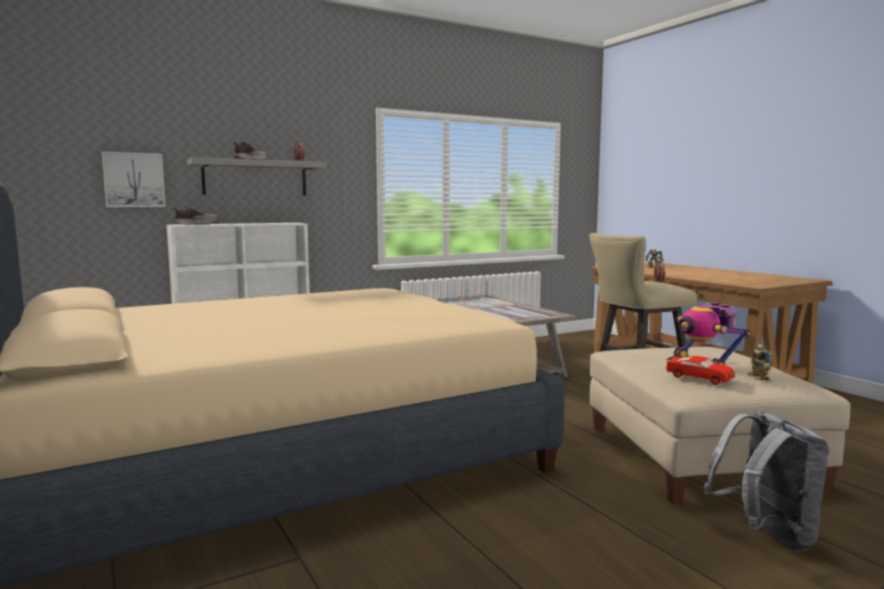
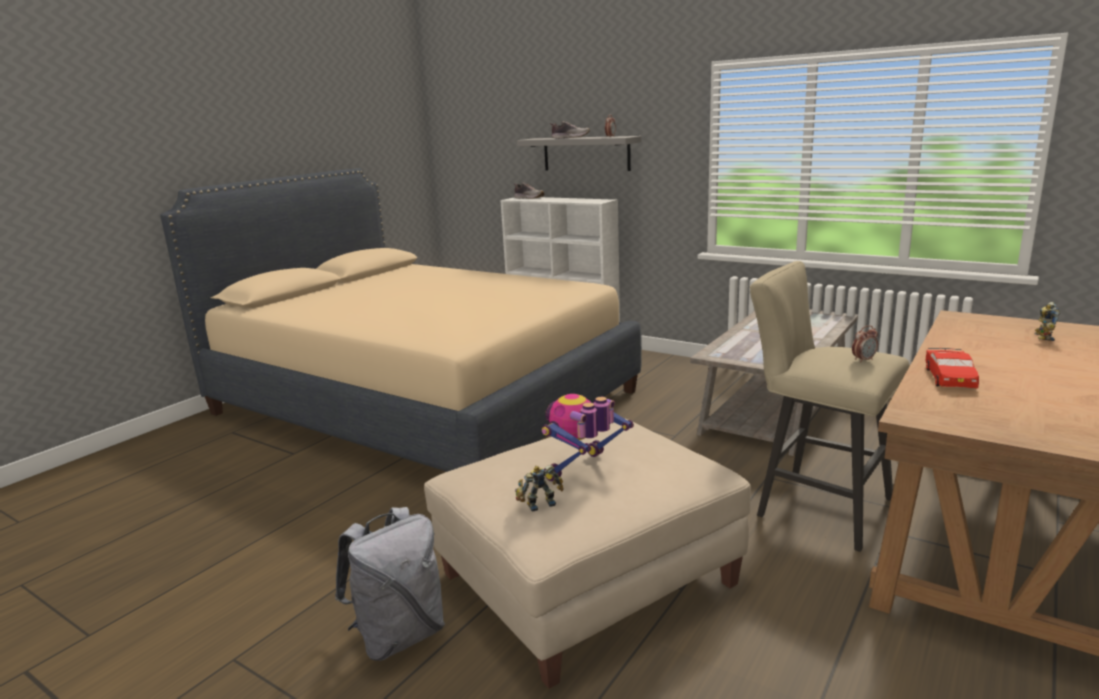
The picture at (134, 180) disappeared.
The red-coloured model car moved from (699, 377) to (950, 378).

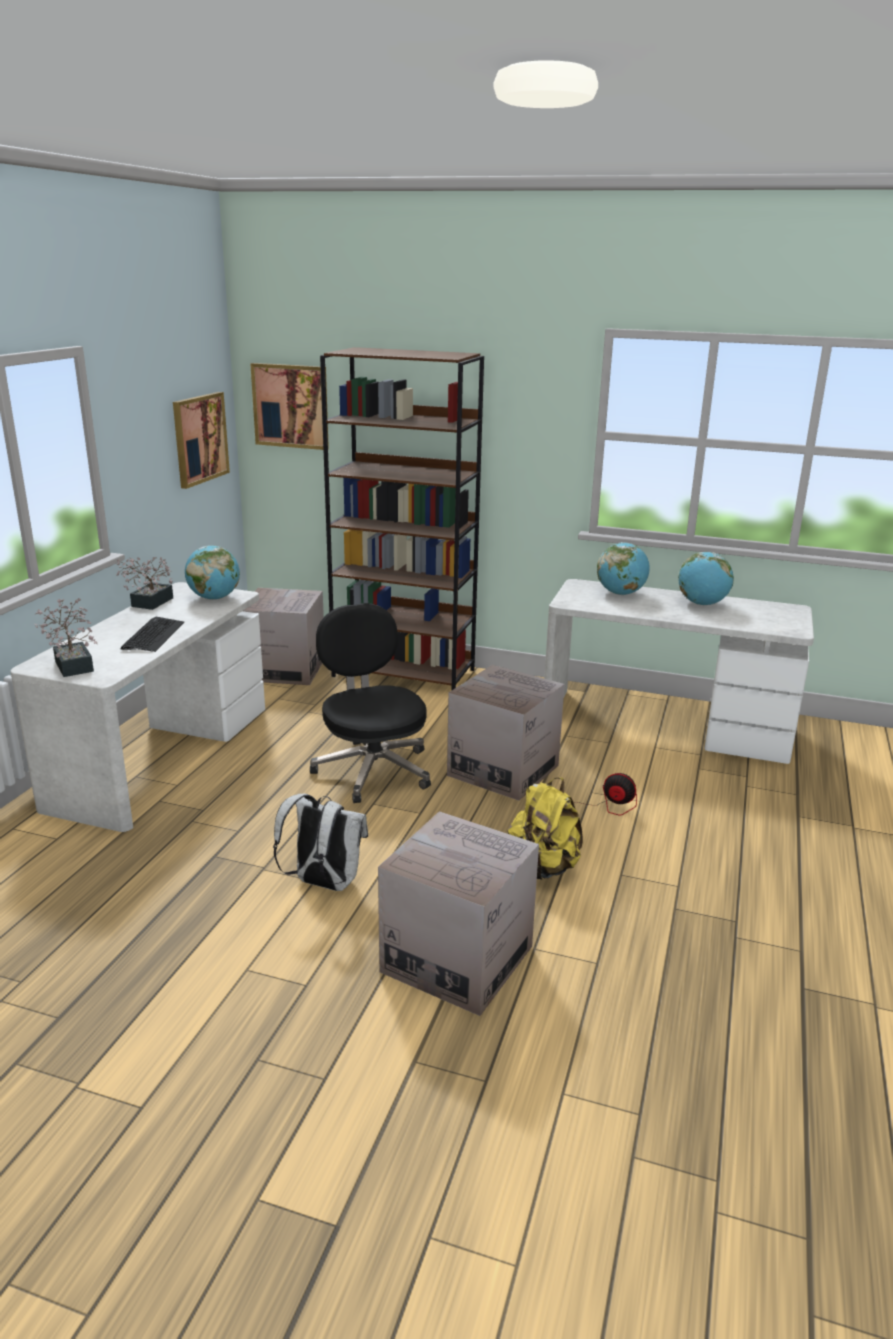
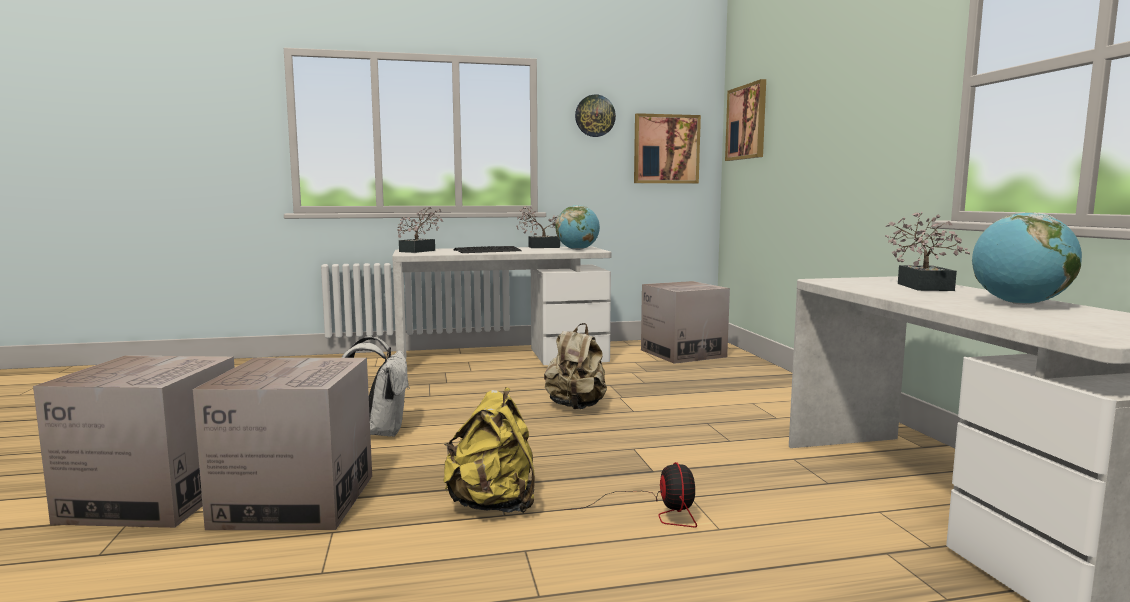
The black desk chair at (373, 769) was replaced by the beige backpack at (576, 407).
The brownish bookshelf at (404, 673) disappeared.
The packing box moved from (503, 770) to (154, 497).
The desk globe at (621, 593) was replaced by the plant in a pot at (922, 286).
The hanging clock at (595, 116) appeared.

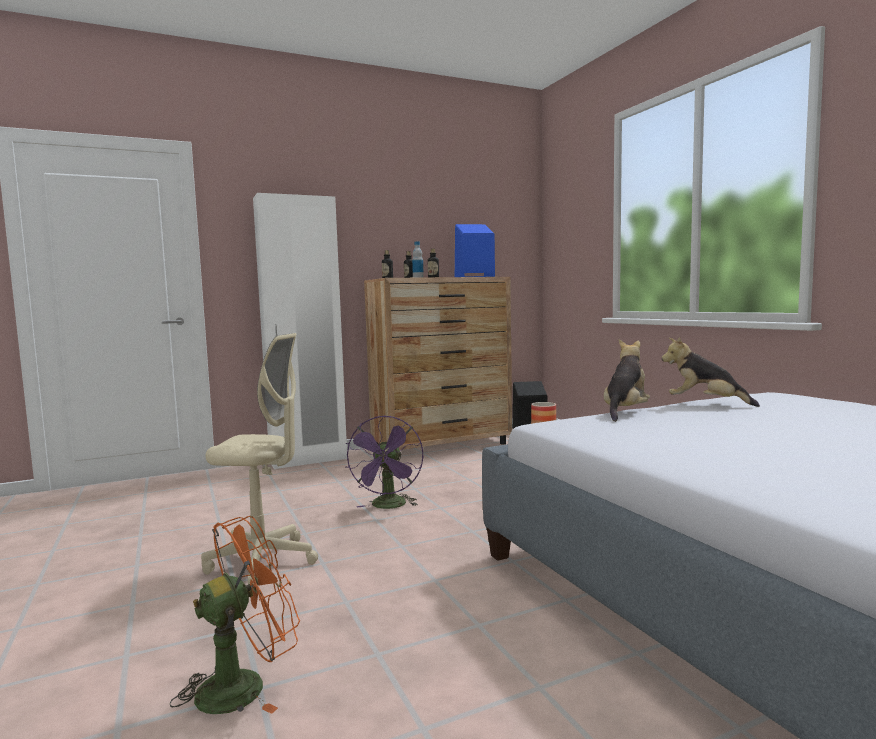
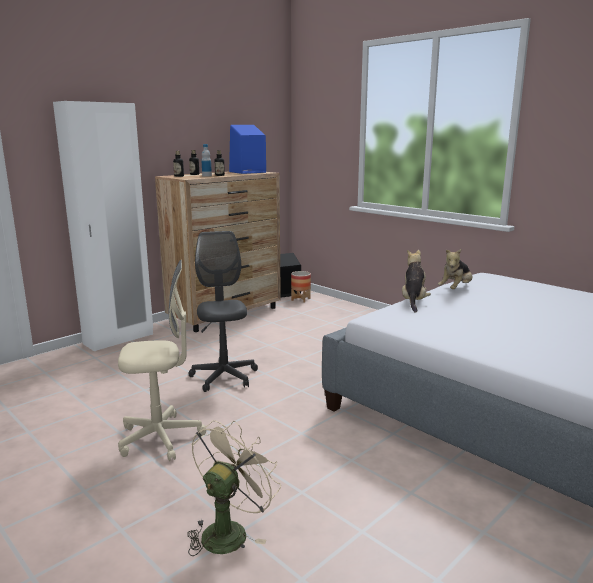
The orangey electric fan at (244, 685) became the beige electric fan at (229, 530).
The purple-coloured electric fan at (388, 506) was replaced by the greyish desk chair at (224, 377).
The cuddly toy at (705, 403) turned 60 degrees counterclockwise.

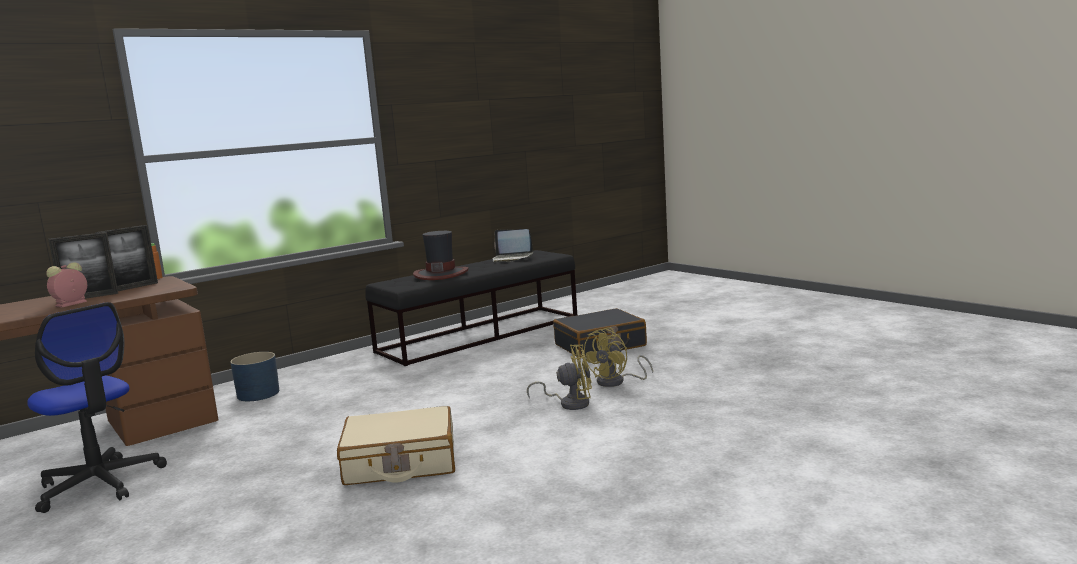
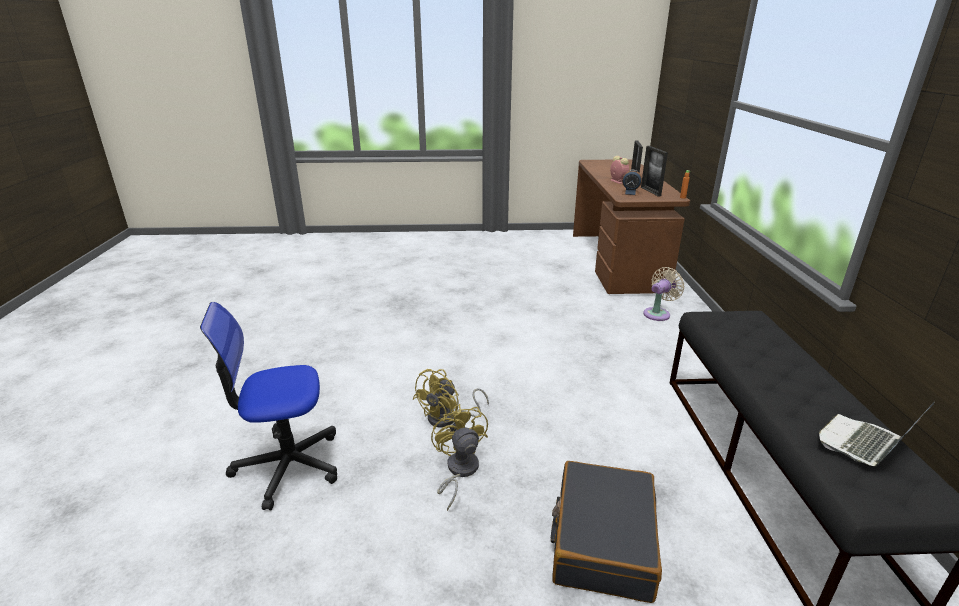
The desk chair moved from (100, 484) to (288, 465).
The blue planter at (258, 394) was replaced by the beige electric fan at (658, 313).
The beige piece of luggage at (400, 463) disappeared.
The wearable hat at (441, 274) disappeared.
The bedside clock at (630, 193) appeared.

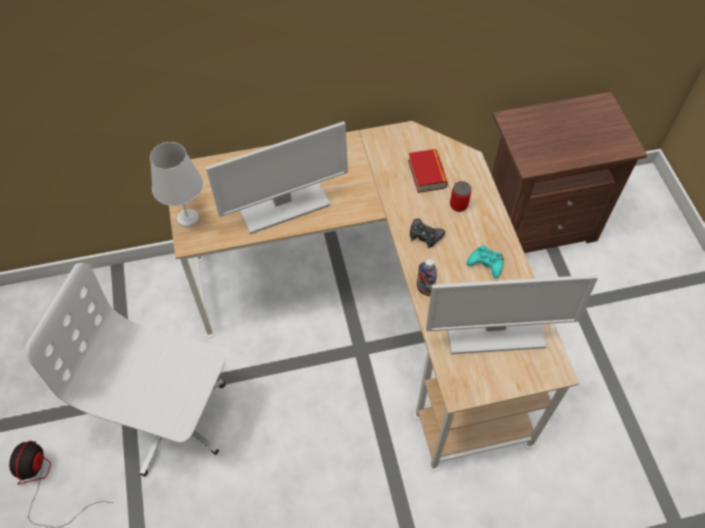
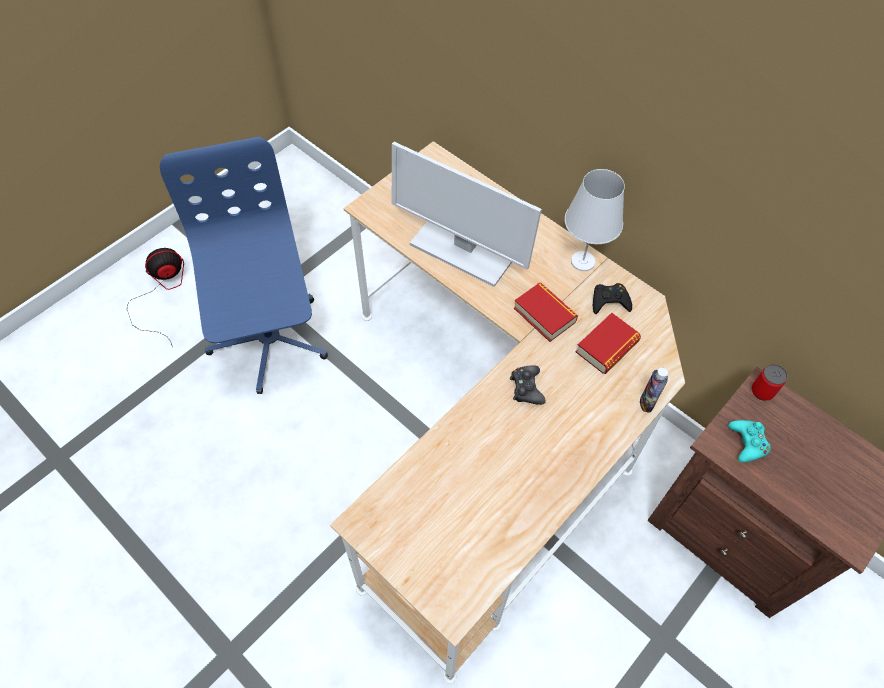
The whitish desk chair at (171, 419) became the blue desk chair at (269, 340).
The whitish table lamp moved from (187, 218) to (583, 261).
The beverage bottle moved from (425, 289) to (647, 402).
The computer screen at (493, 331) disappeared.
The can moved from (458, 205) to (762, 391).
The turquoise game controller moved from (486, 263) to (747, 443).
The bound book at (544, 315) appeared.
The black game controller at (609, 301) appeared.

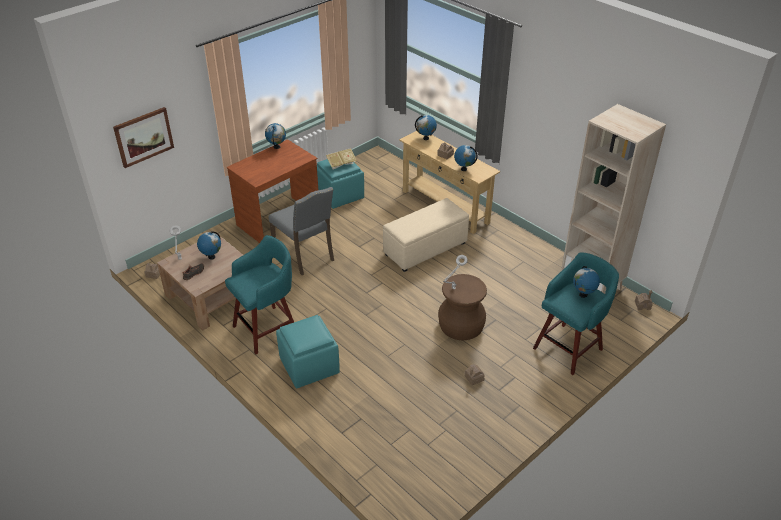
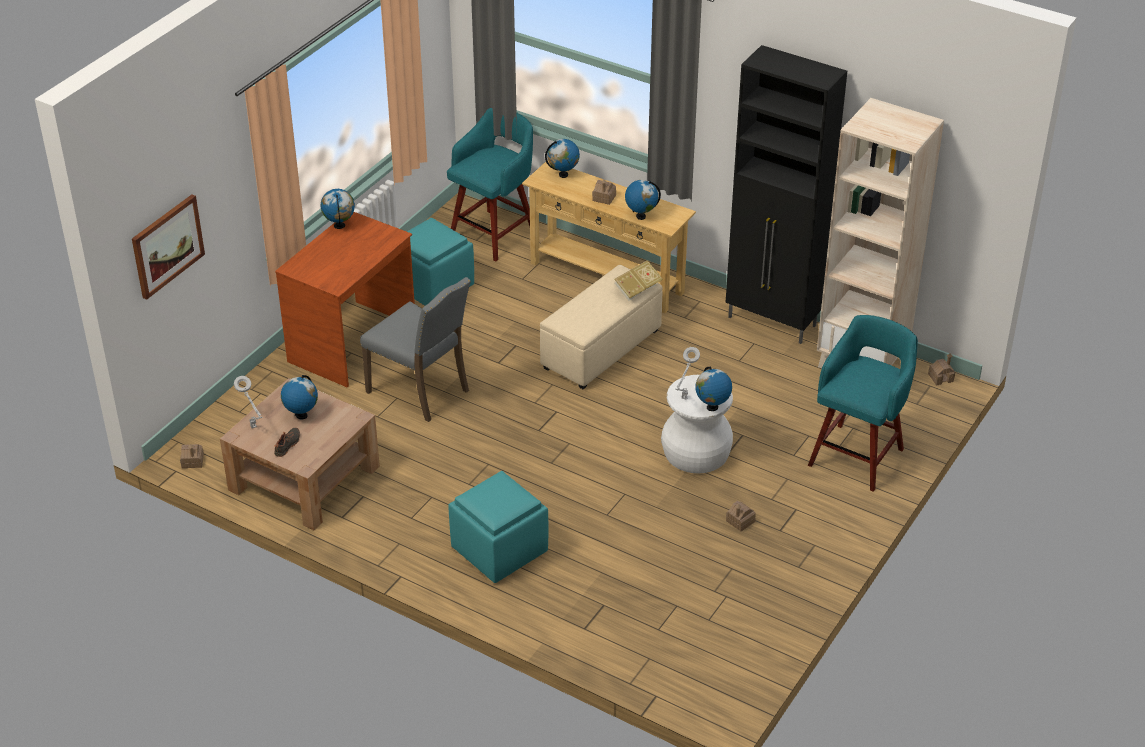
The turquoise sitting stool moved from (267, 329) to (494, 234).
The bound book moved from (341, 164) to (637, 289).
The brownish sitting stool at (461, 326) became the whitish sitting stool at (696, 453).
The desk globe moved from (583, 295) to (712, 407).
The black storage cabinet at (772, 322) appeared.

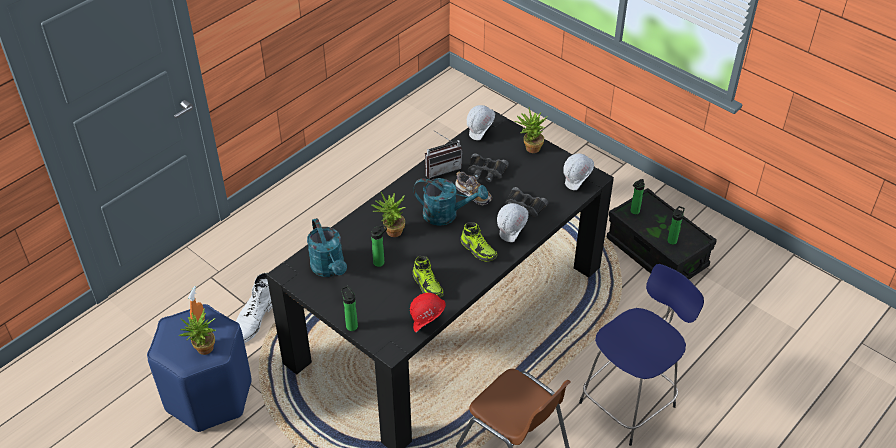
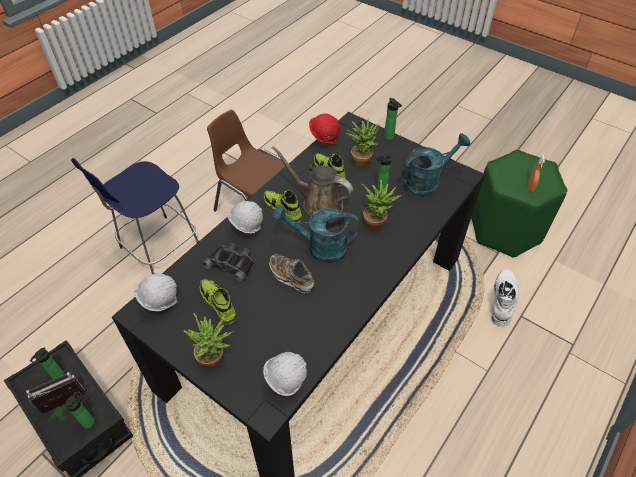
The blue sitting stool at (209, 395) became the green-coloured sitting stool at (505, 230).
The plant in a pot moved from (203, 351) to (362, 160).
The turquoise watering pot at (330, 269) turned 90 degrees clockwise.
The radio set moved from (442, 168) to (63, 405).
The black field glasses at (486, 171) disappeared.
The item of footwear at (218, 304) appeared.
The brownish watering pot at (318, 203) appeared.

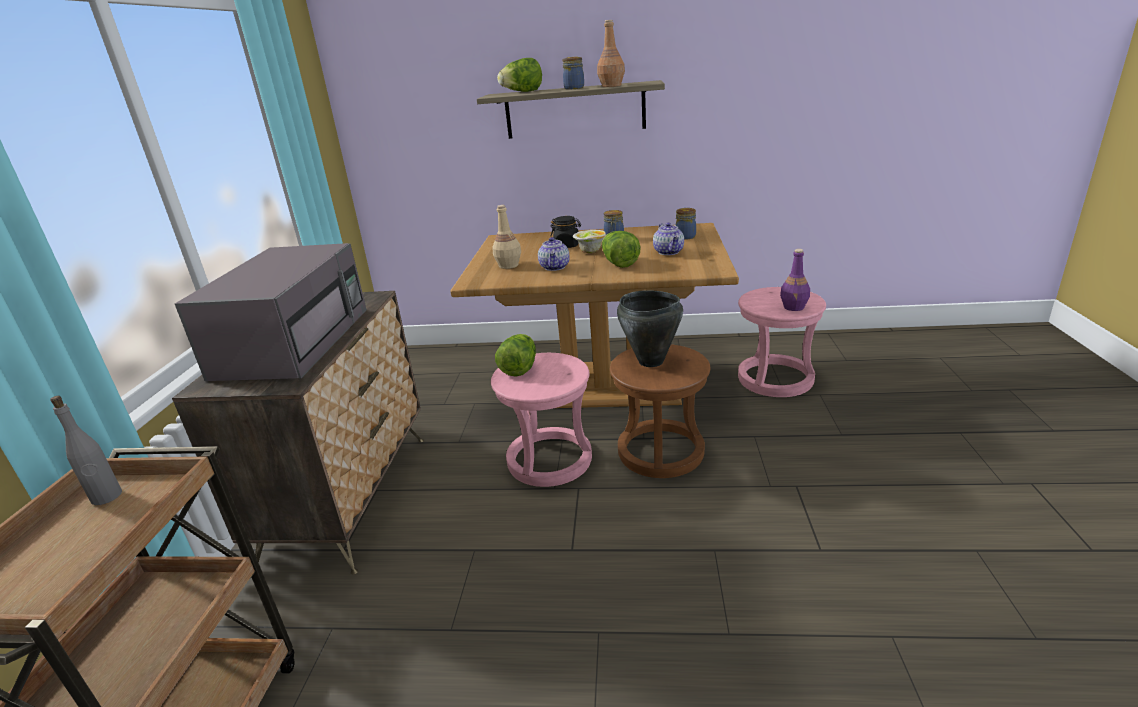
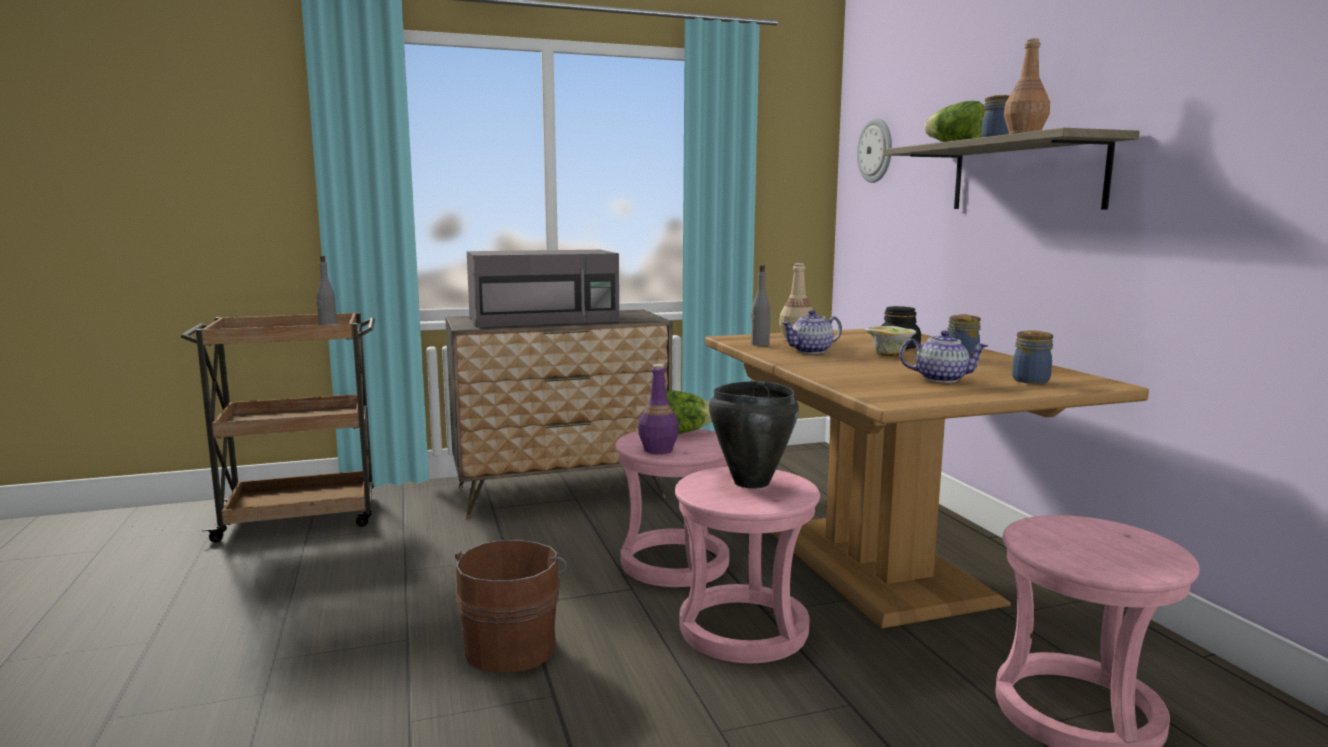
The lettuce at (619, 263) disappeared.
The brownish sitting stool at (660, 452) became the pink sitting stool at (742, 629).
The teapot at (669, 252) turned 135 degrees counterclockwise.
The purple-coloured beverage bottle moved from (794, 307) to (658, 450).
The brownish pail at (512, 645) appeared.
The greyish beverage bottle at (759, 344) appeared.
The hanging clock at (875, 150) appeared.

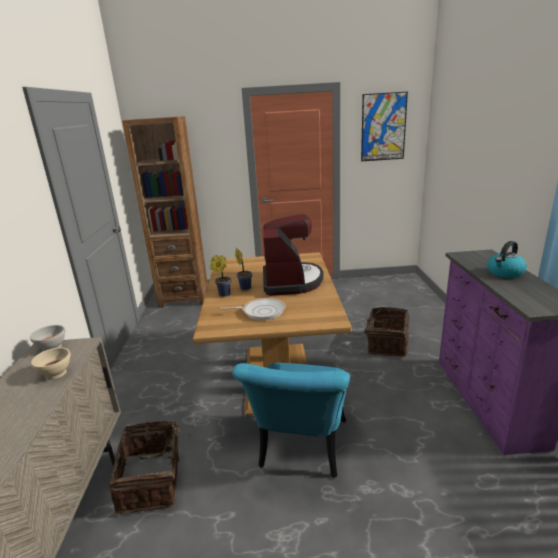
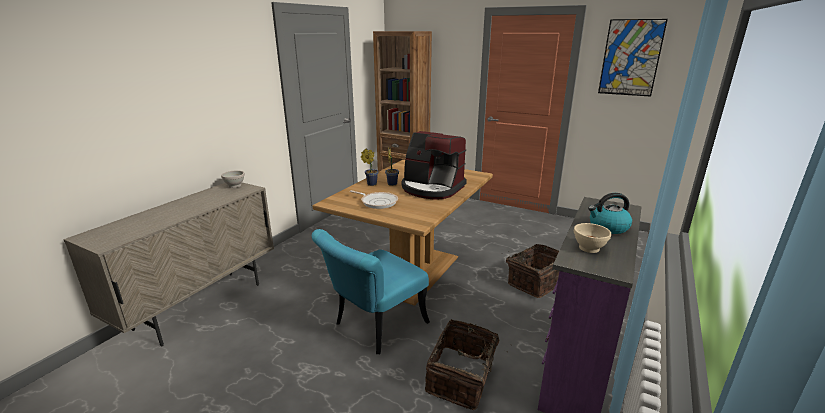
The beige bowl moved from (55, 374) to (588, 248).
The household basket moved from (153, 481) to (462, 379).
The coffee maker at (291, 281) turned 90 degrees clockwise.

